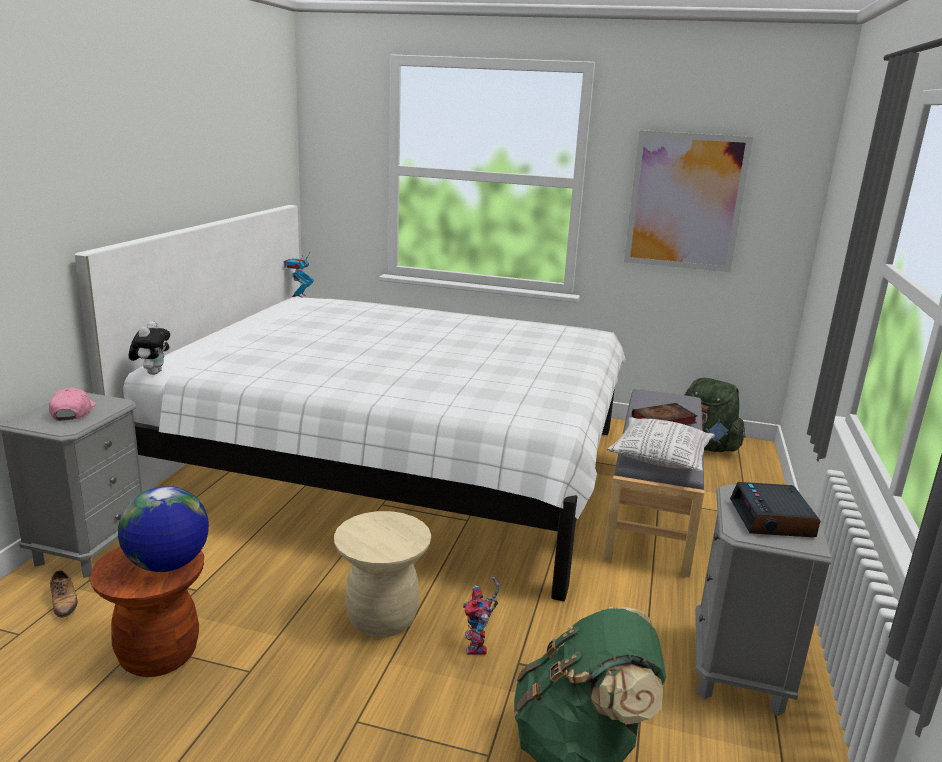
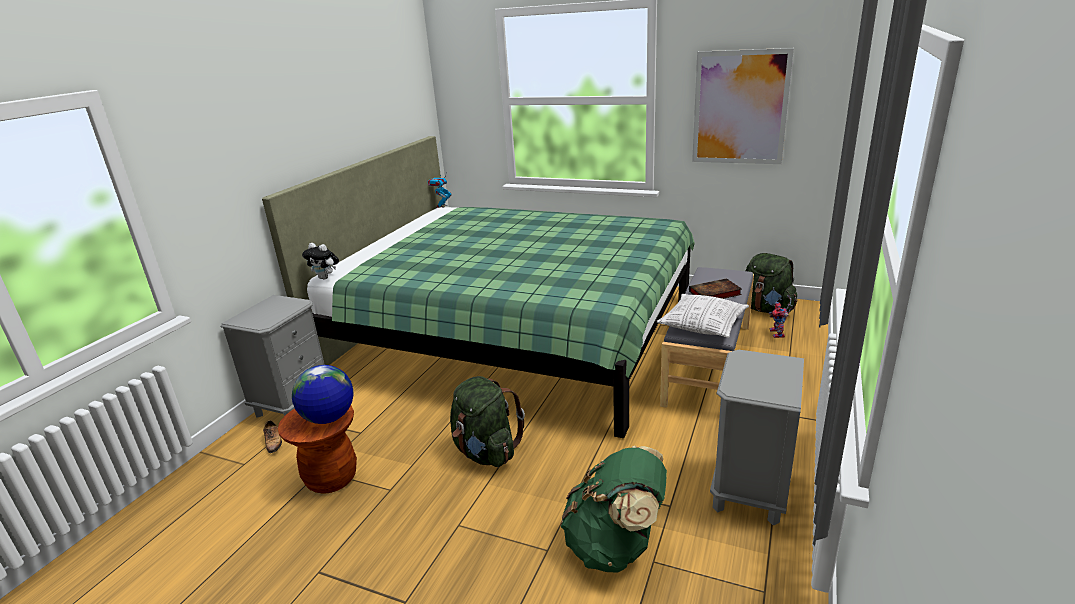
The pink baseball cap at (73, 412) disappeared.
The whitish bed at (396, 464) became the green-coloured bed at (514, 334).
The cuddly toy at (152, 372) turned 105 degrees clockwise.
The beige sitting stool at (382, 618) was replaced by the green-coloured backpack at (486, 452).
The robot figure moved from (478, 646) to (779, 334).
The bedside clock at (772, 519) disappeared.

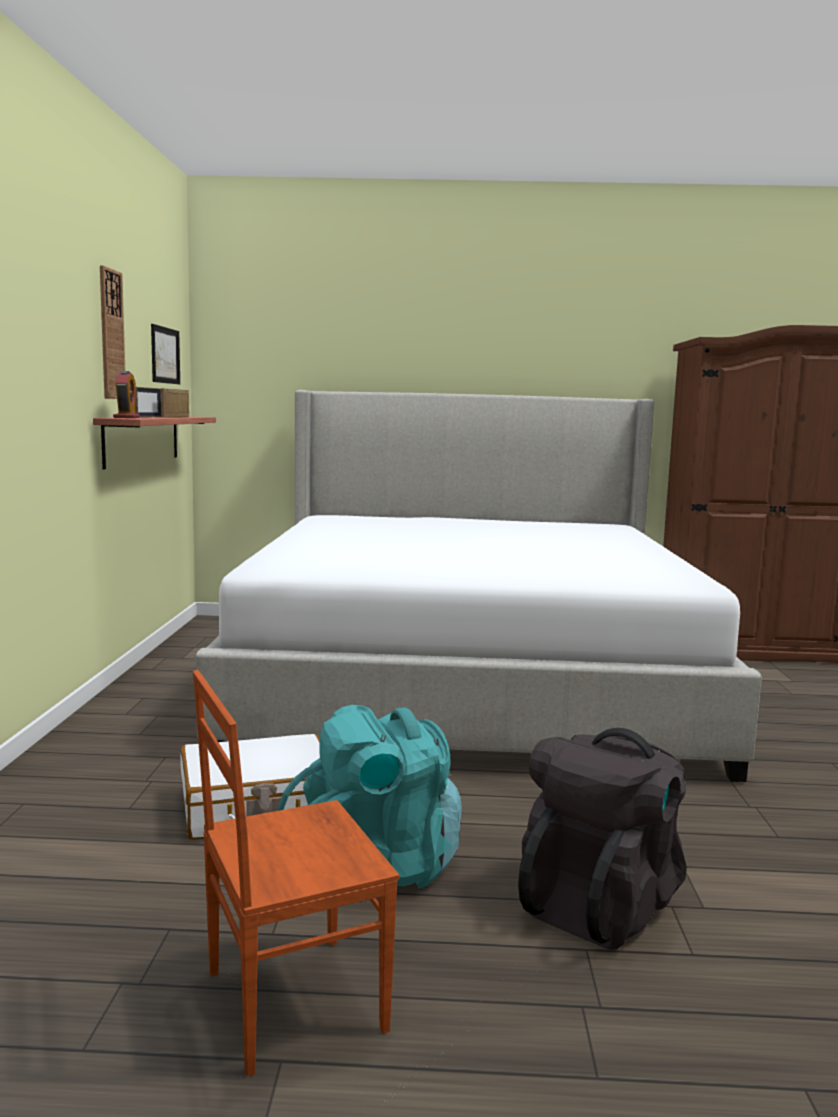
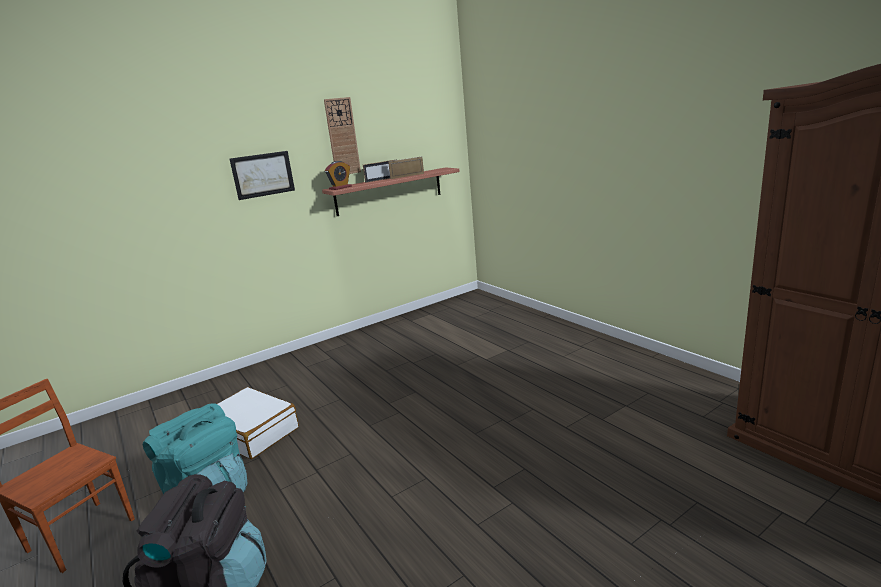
The picture moved from (165, 355) to (263, 175).
The bed at (466, 681) disappeared.

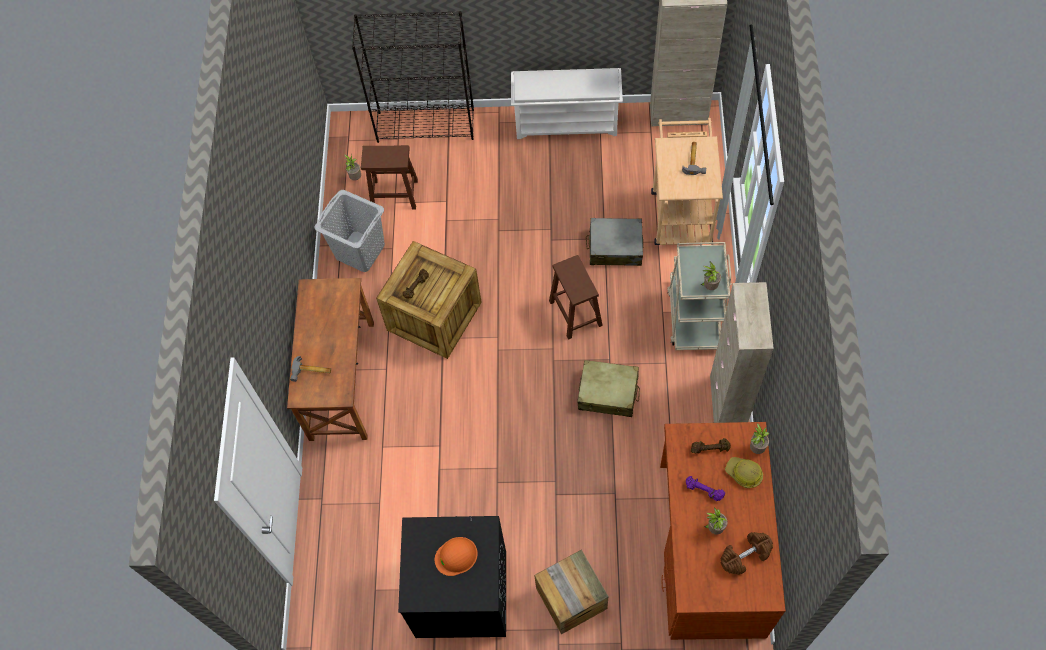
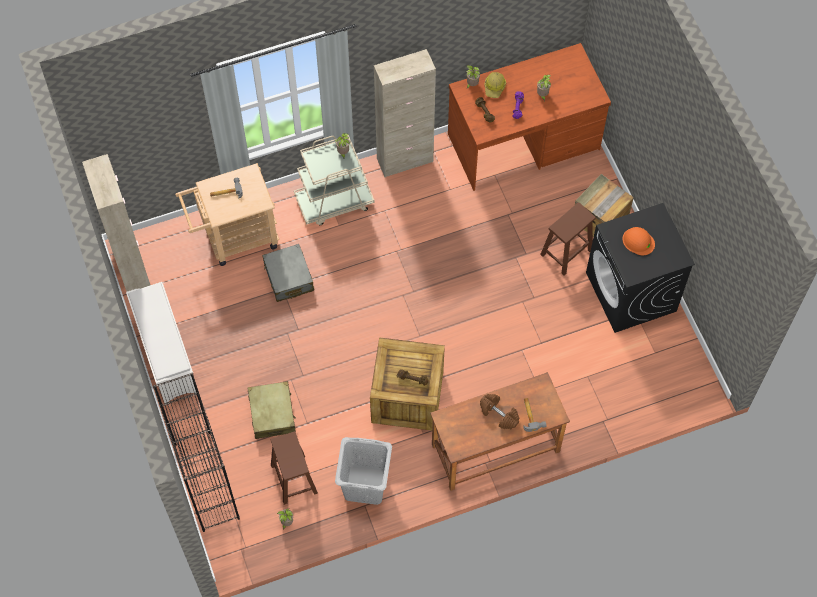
The brownish sitting stool moved from (575, 312) to (566, 253).
The beige piece of luggage moved from (608, 393) to (272, 413).
The brownish hand weight moved from (745, 555) to (498, 414).

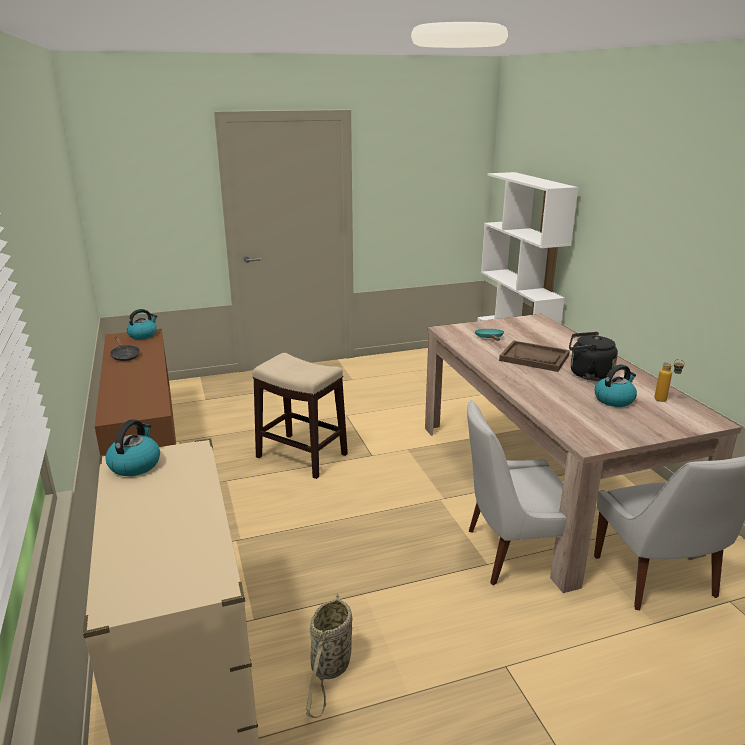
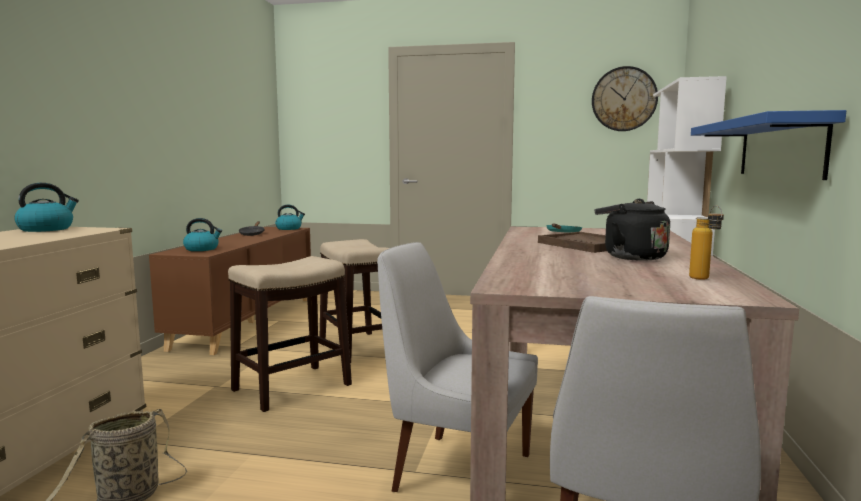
The water kettle moved from (614, 399) to (202, 249).
The sitting stool at (293, 387) appeared.
The hanging clock at (624, 99) appeared.
The blue bracket shelf at (779, 148) appeared.

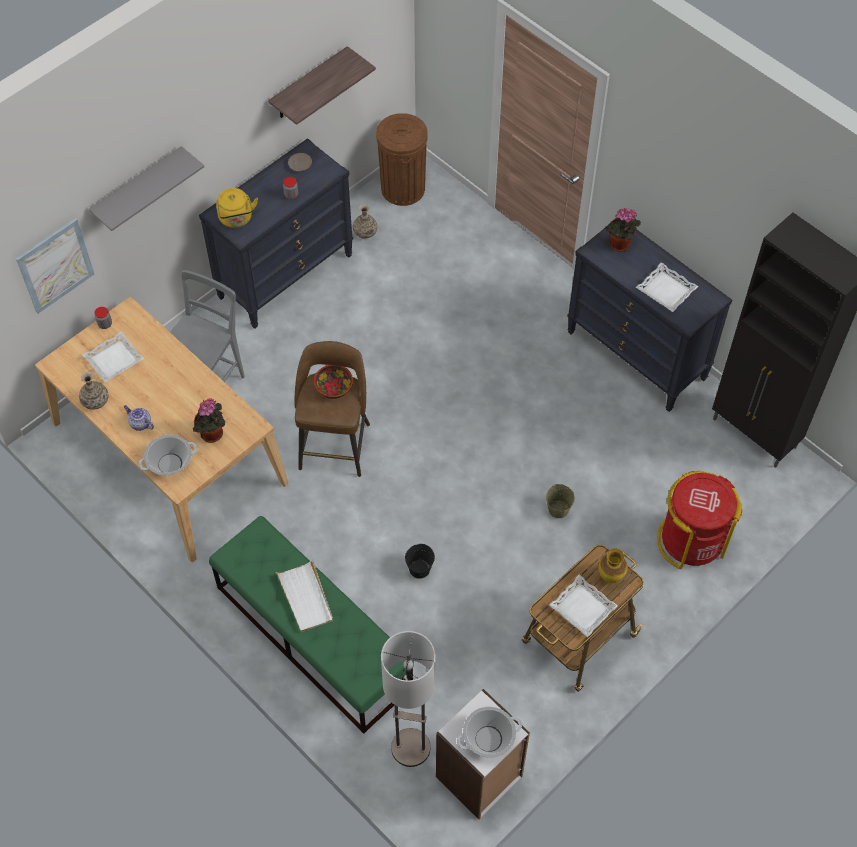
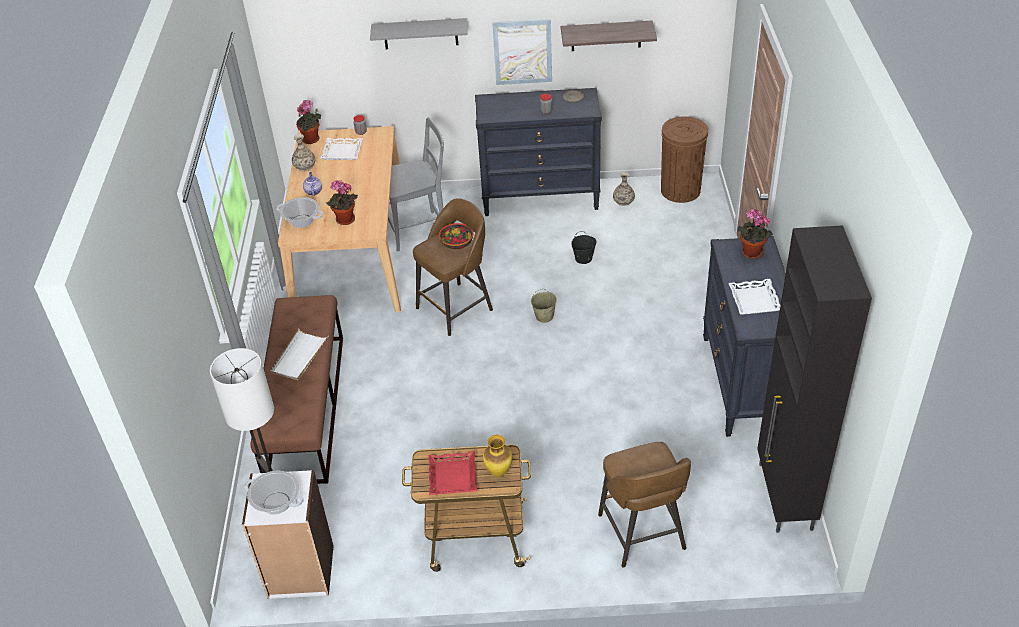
The picture moved from (55, 265) to (522, 51).
The green-coloured long seat at (312, 636) became the brownish long seat at (306, 407).
The yellow-coloured water kettle at (236, 219) disappeared.
The black pail moved from (419, 569) to (583, 258).
The beige pail moved from (558, 509) to (544, 316).
The whitish carrying tray at (583, 608) became the red-coloured carrying tray at (453, 477).
The red-coloured trash can at (691, 540) was replaced by the brownish sitting stool at (642, 534).
The plant in a pot at (312, 139) appeared.

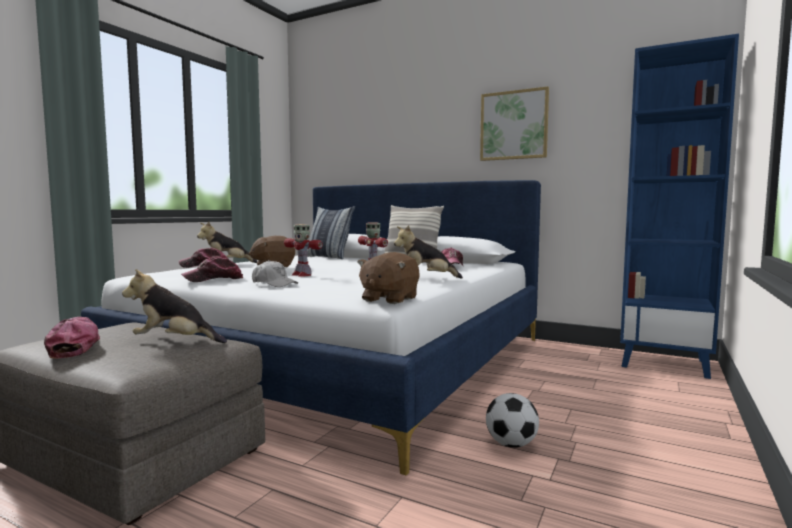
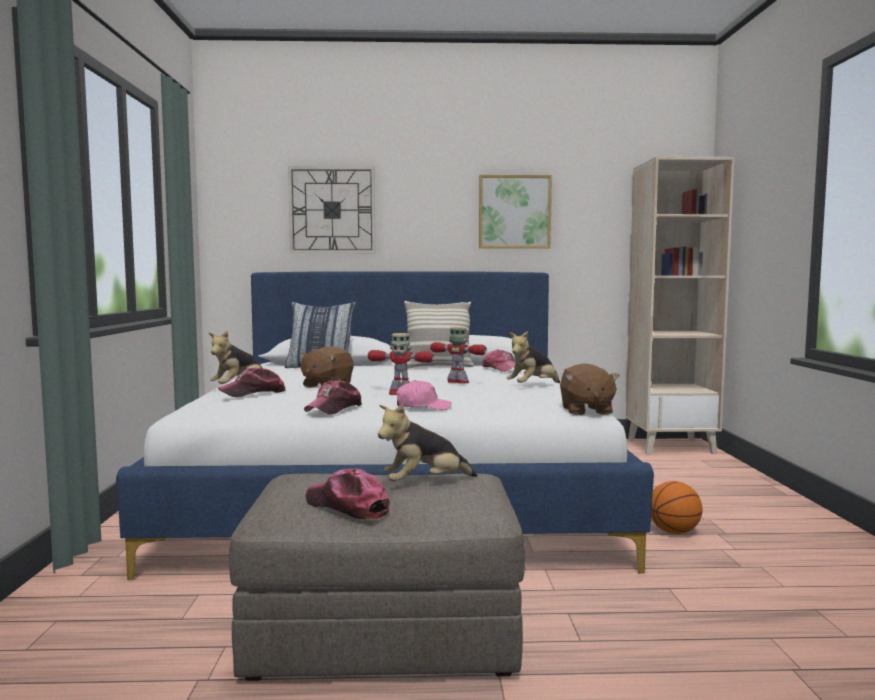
The whitish baseball cap at (274, 284) became the pink baseball cap at (422, 407).
The football ball at (511, 444) was replaced by the basketball ball at (673, 532).
The blue bookshelf at (664, 363) became the beige bookshelf at (671, 446).
The hanging clock at (332, 210) appeared.

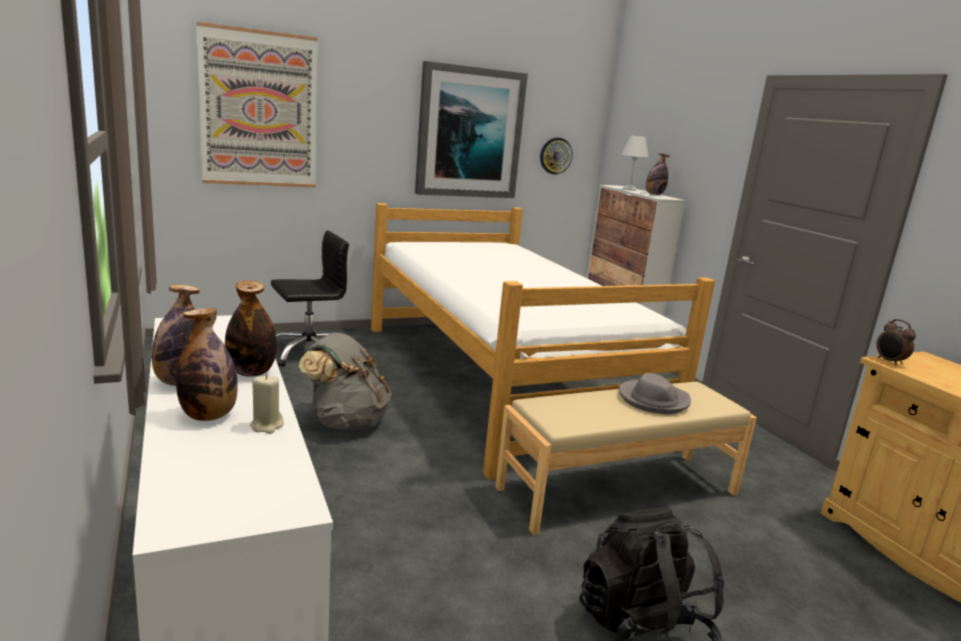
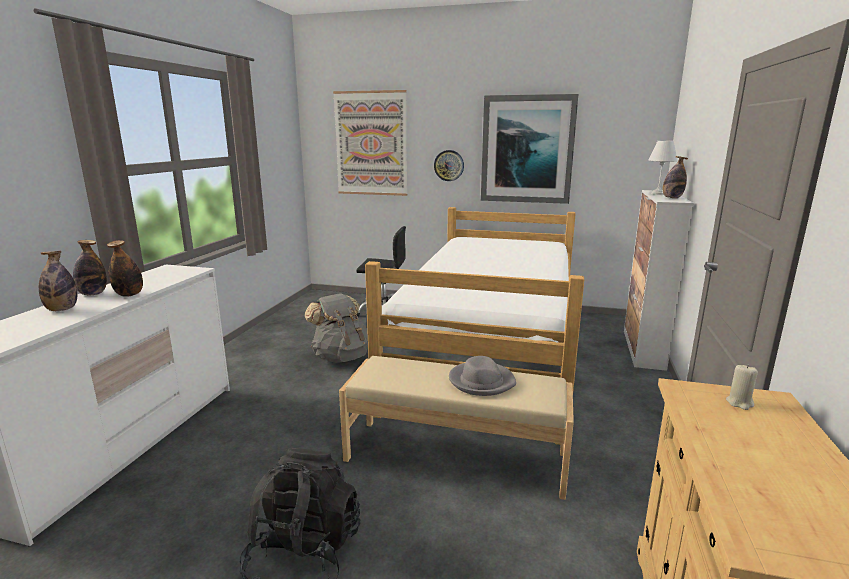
The beige candle moved from (266, 425) to (739, 403).
The hanging clock moved from (555, 156) to (449, 165).
The bedside clock at (889, 362) disappeared.

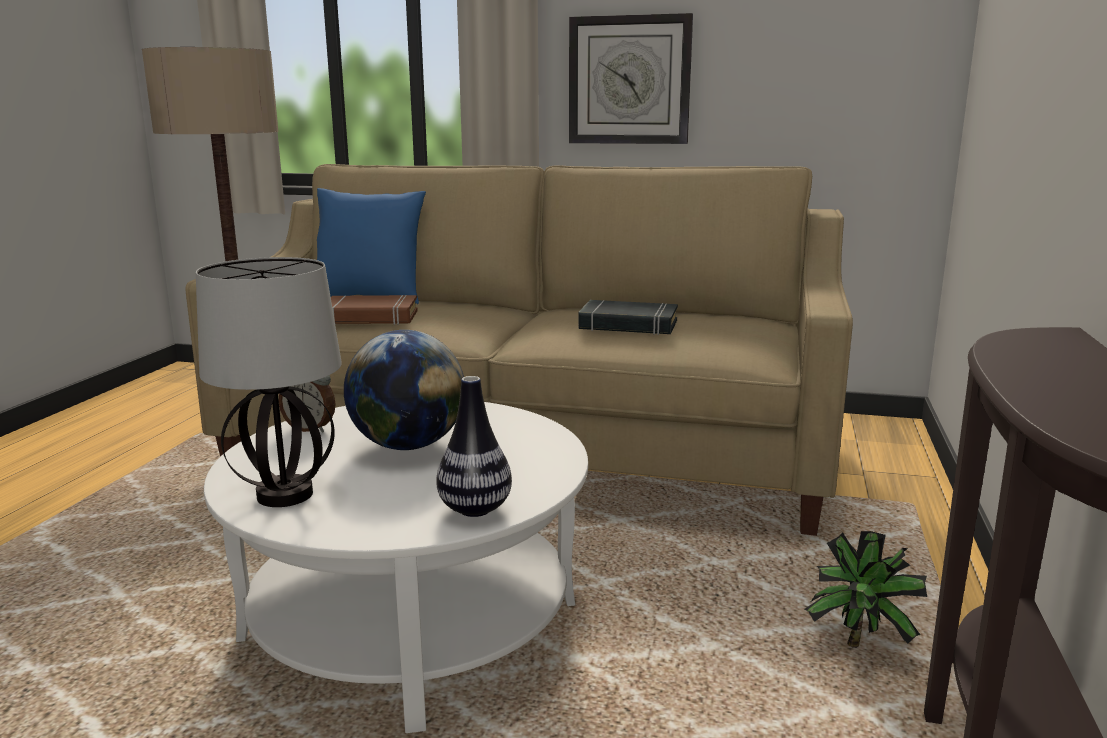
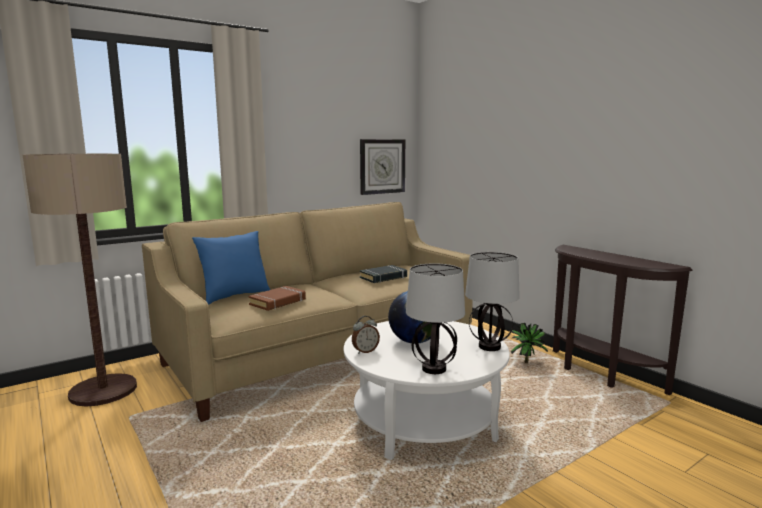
The decorative vase at (475, 509) was replaced by the table lamp at (489, 347).
The hanging clock moved from (629, 80) to (382, 166).

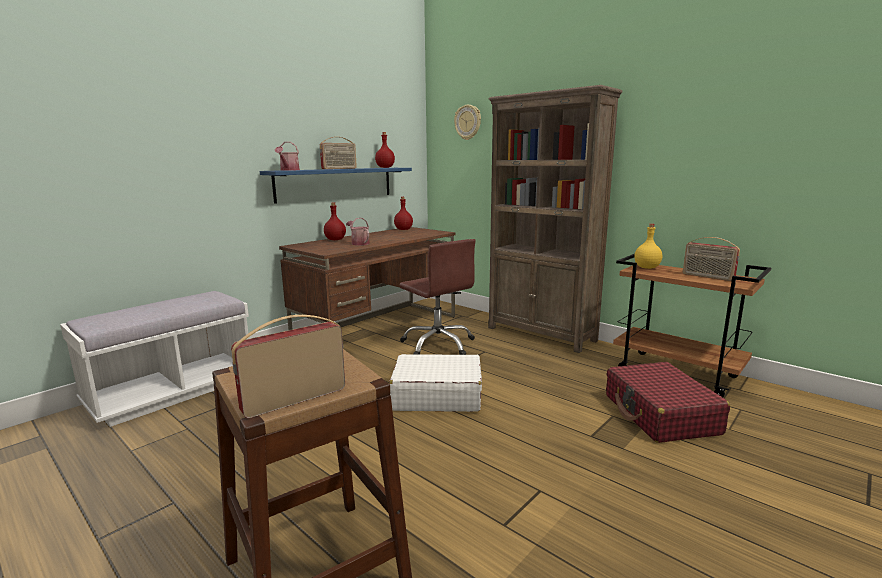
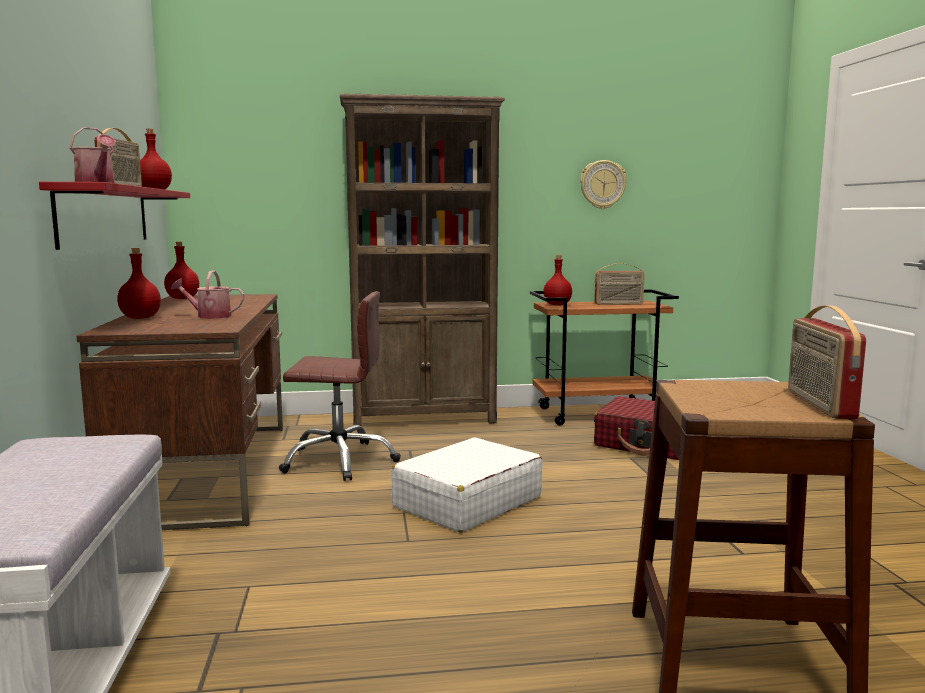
The blue bracket shelf at (336, 183) became the red-coloured bracket shelf at (105, 216).
The hanging clock moved from (468, 122) to (602, 184).
The yellow-coloured beverage bottle at (647, 268) became the red-coloured beverage bottle at (557, 305).

